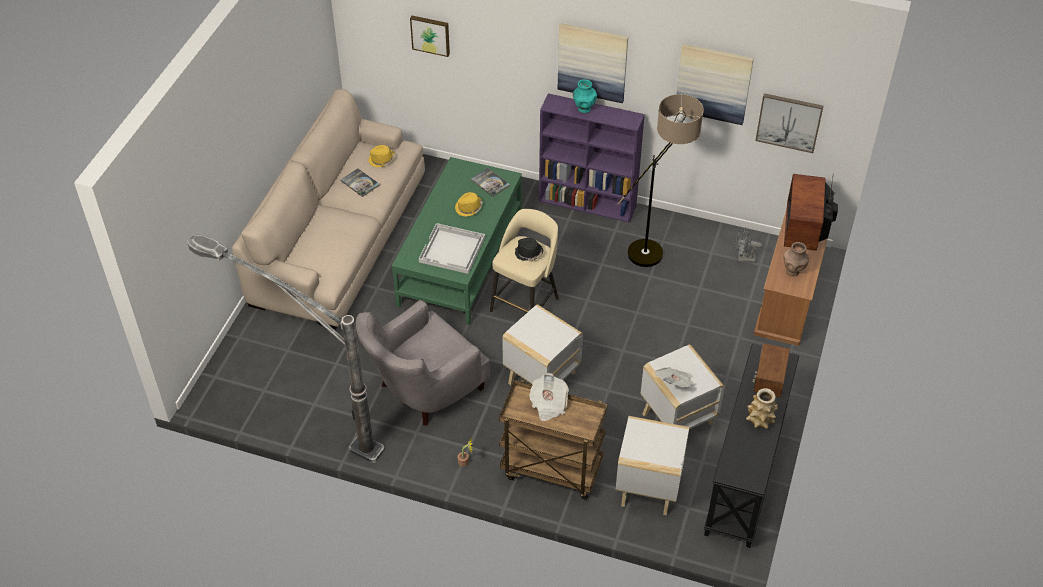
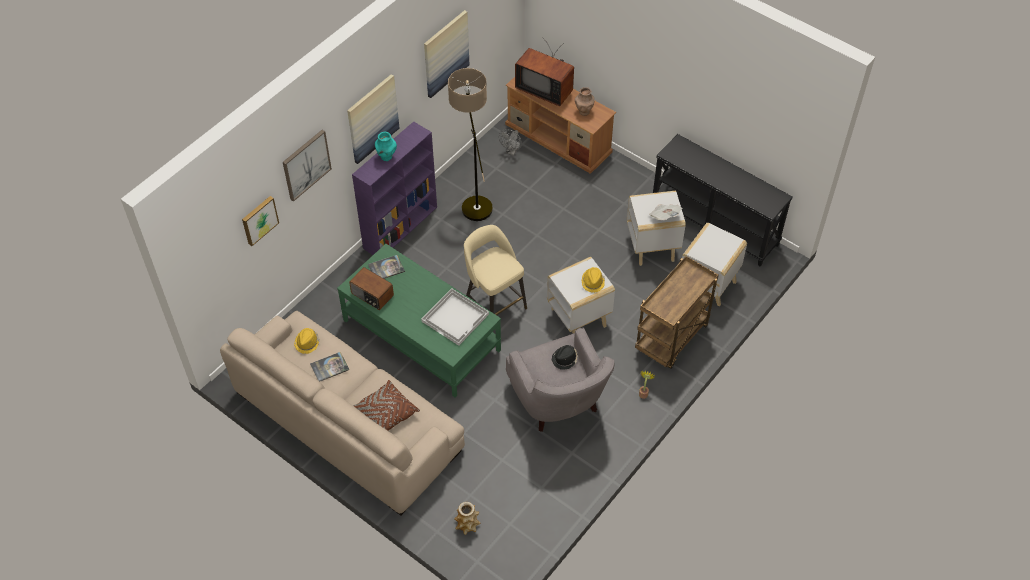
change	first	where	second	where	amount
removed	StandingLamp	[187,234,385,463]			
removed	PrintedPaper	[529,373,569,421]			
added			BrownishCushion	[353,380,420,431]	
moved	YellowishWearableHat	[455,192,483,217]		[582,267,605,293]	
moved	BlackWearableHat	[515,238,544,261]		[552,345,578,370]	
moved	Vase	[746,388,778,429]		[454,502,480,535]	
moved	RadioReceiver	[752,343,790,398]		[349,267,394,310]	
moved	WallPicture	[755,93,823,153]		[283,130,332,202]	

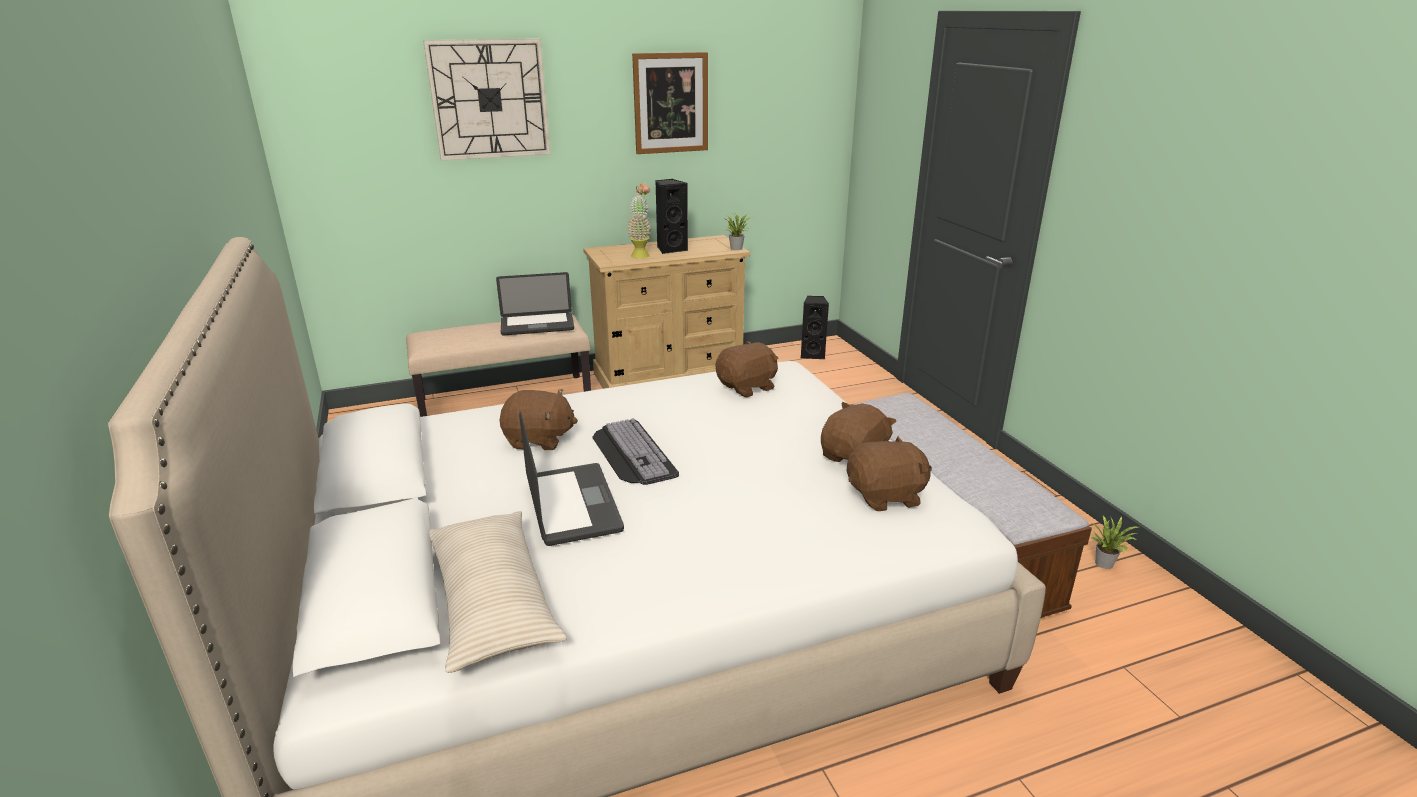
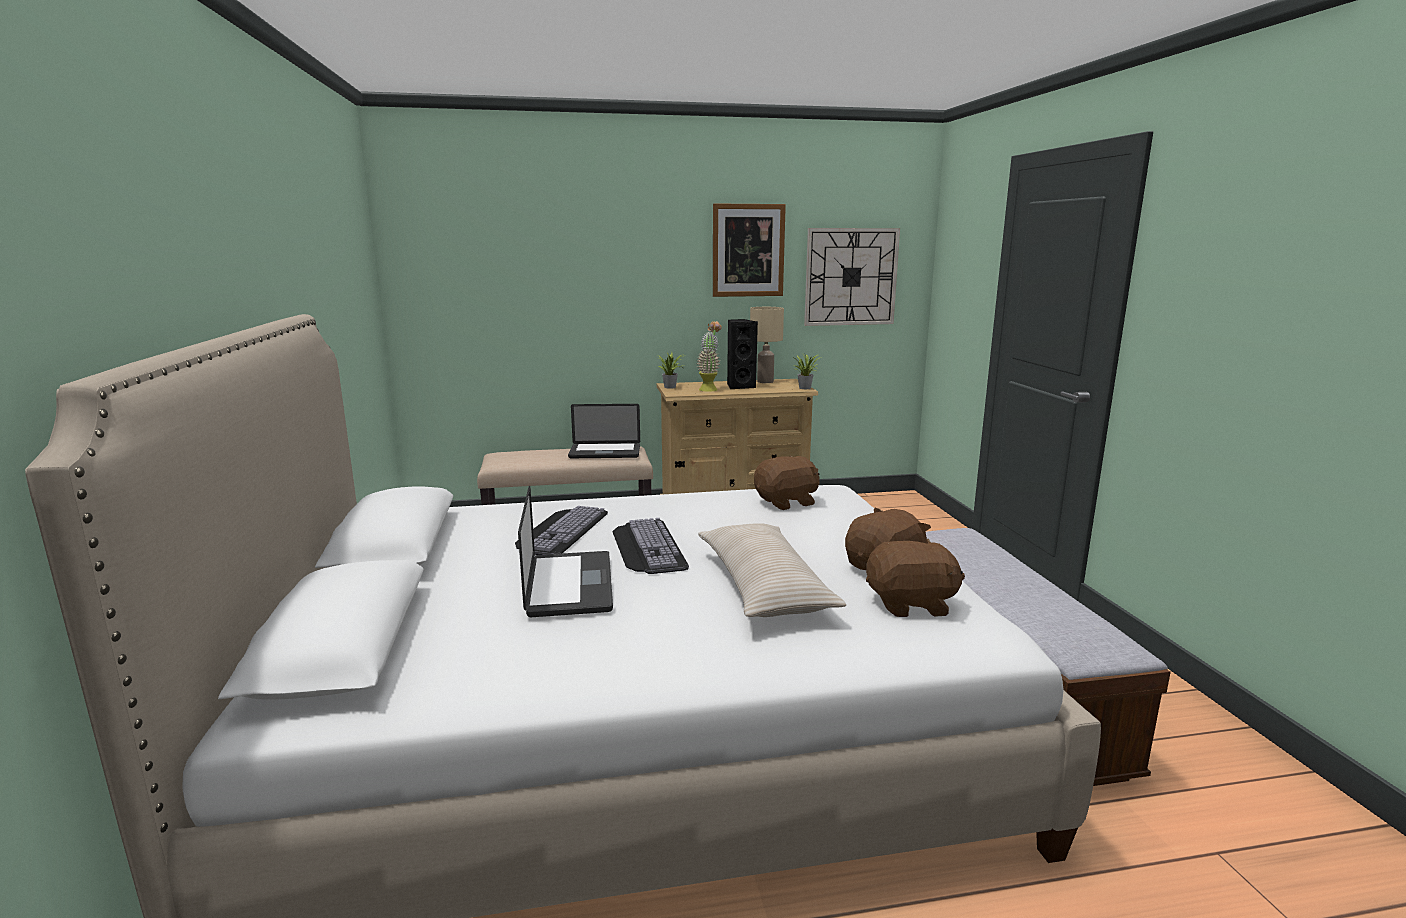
change	first	where	second	where	amount
removed	BlackAudioSpeaker	[801,296,829,360]			
added			BeigeColouredLampForATable	[750,307,784,383]	
moved	WallClock	[423,39,550,161]		[804,228,900,326]	
moved	BeigeColouredCushion	[429,511,567,673]		[698,523,846,617]	
moved	PlantInAPot	[1089,516,1138,569]		[658,352,684,389]	
replaced	BrownishCuddlyToy	[499,389,578,450]	ComputerKeyboard	[515,506,608,555]	

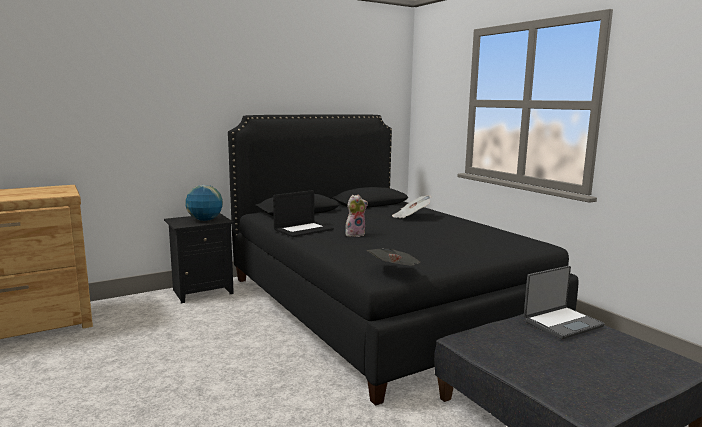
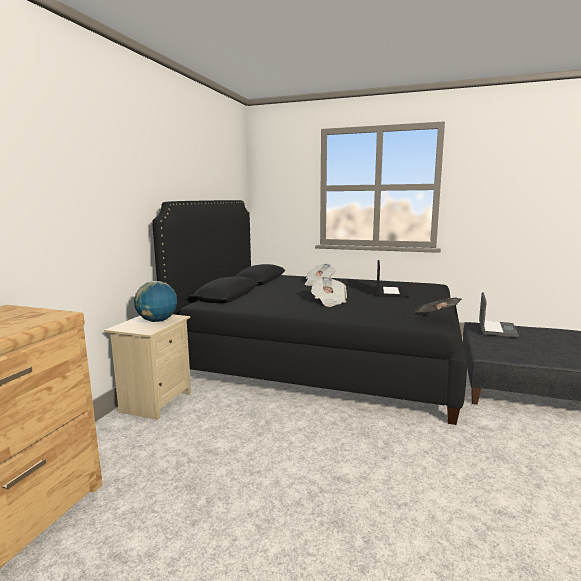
change	first	where	second	where	amount
moved	PortableComputer	[273,190,334,237]		[377,260,409,297]	
replaced	CuddlyToy	[345,195,368,237]	PrintedPaper	[311,277,347,307]	
recoloured	BlackNightstand	[164,213,234,303]	BeigeColouredNightstand	[104,314,191,421]	

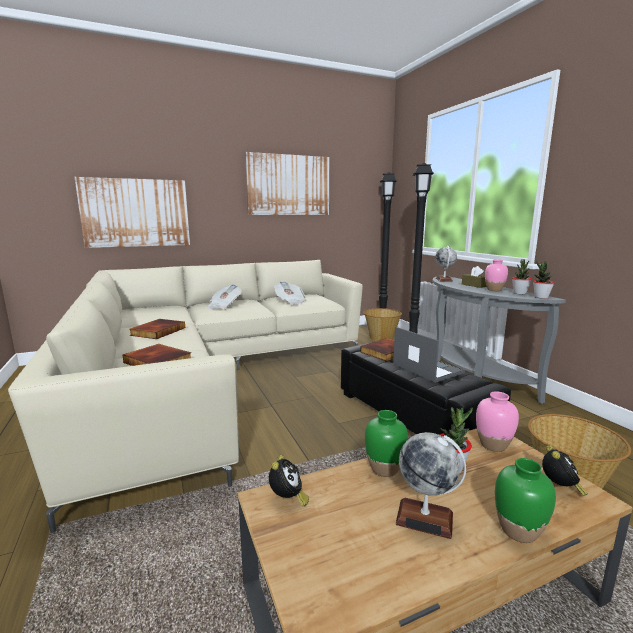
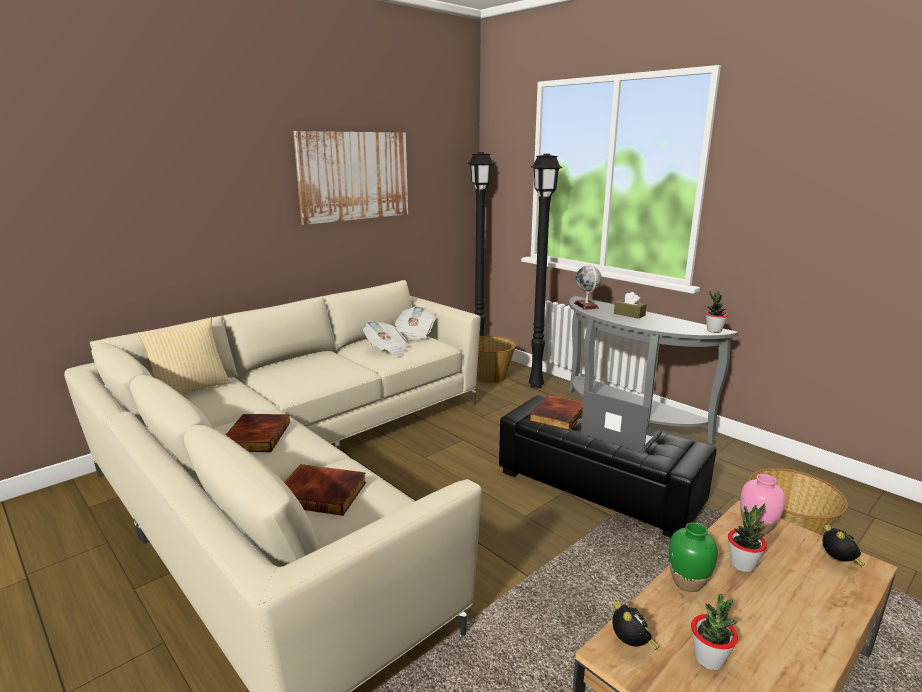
change	first	where	second	where	amount
removed	WallPicture	[75,177,190,248]			
removed	WorldGlobe	[395,432,466,539]			
removed	PinkishVase	[485,259,508,291]			
removed	GreenVase	[495,458,556,543]			
added			Cushion	[138,317,231,394]	
moved	PrintedPaper	[207,284,242,309]		[395,306,436,342]	
moved	PlantInAPot	[512,259,532,294]		[691,594,738,670]	

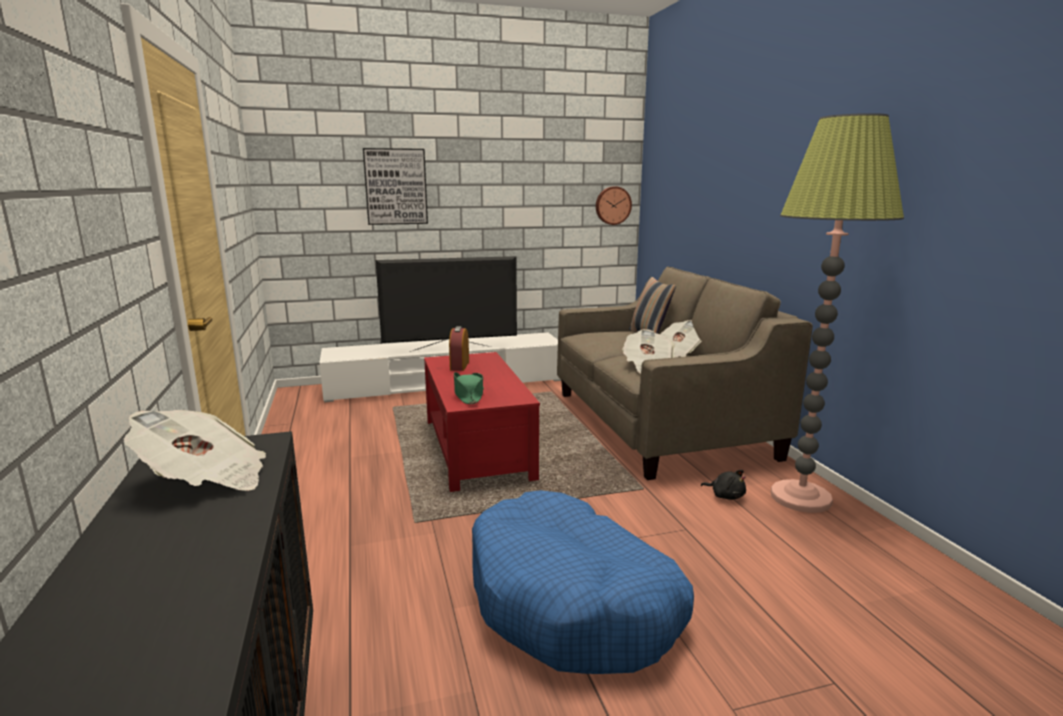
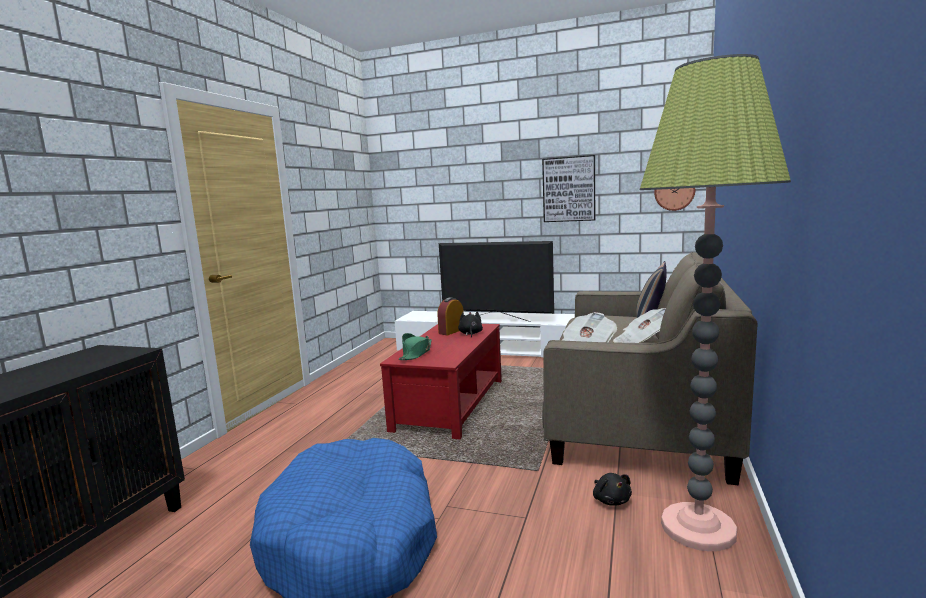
change	first	where	second	where	amount
removed	PrintedPaper	[124,410,266,491]			
added			BlackCuddlyToy	[458,312,483,337]	
moved	WallPicture	[363,148,428,225]		[542,155,595,222]	

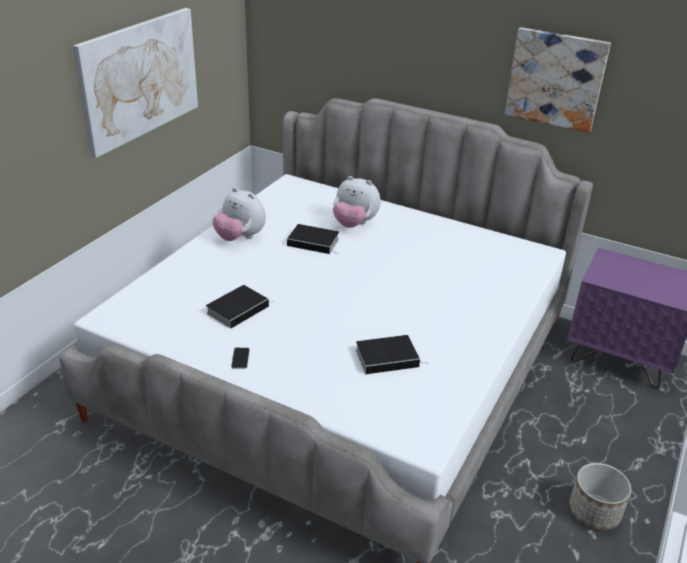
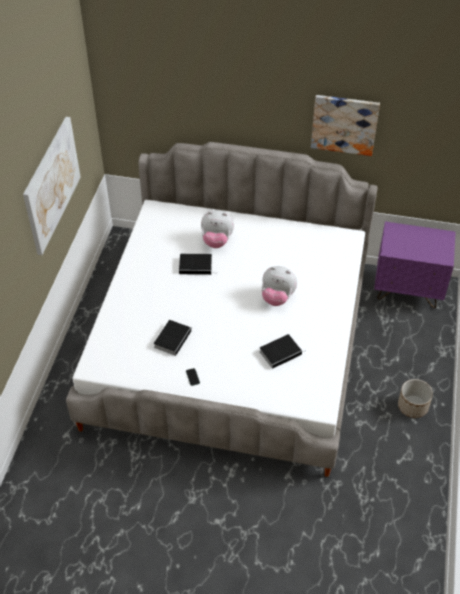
change	first	where	second	where	amount
moved	CuddlyToy	[213,188,266,241]		[262,266,297,306]	

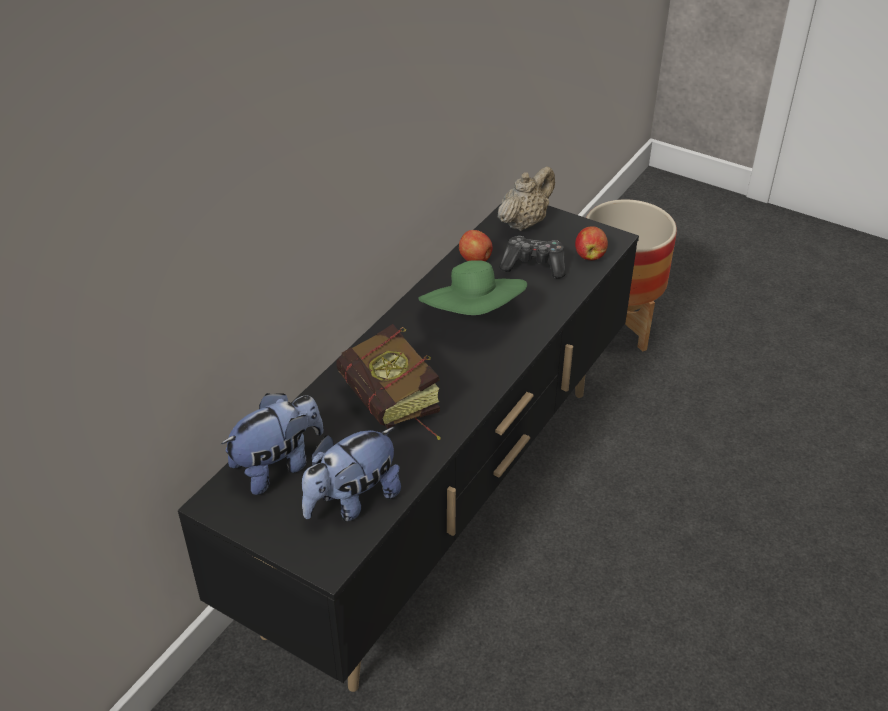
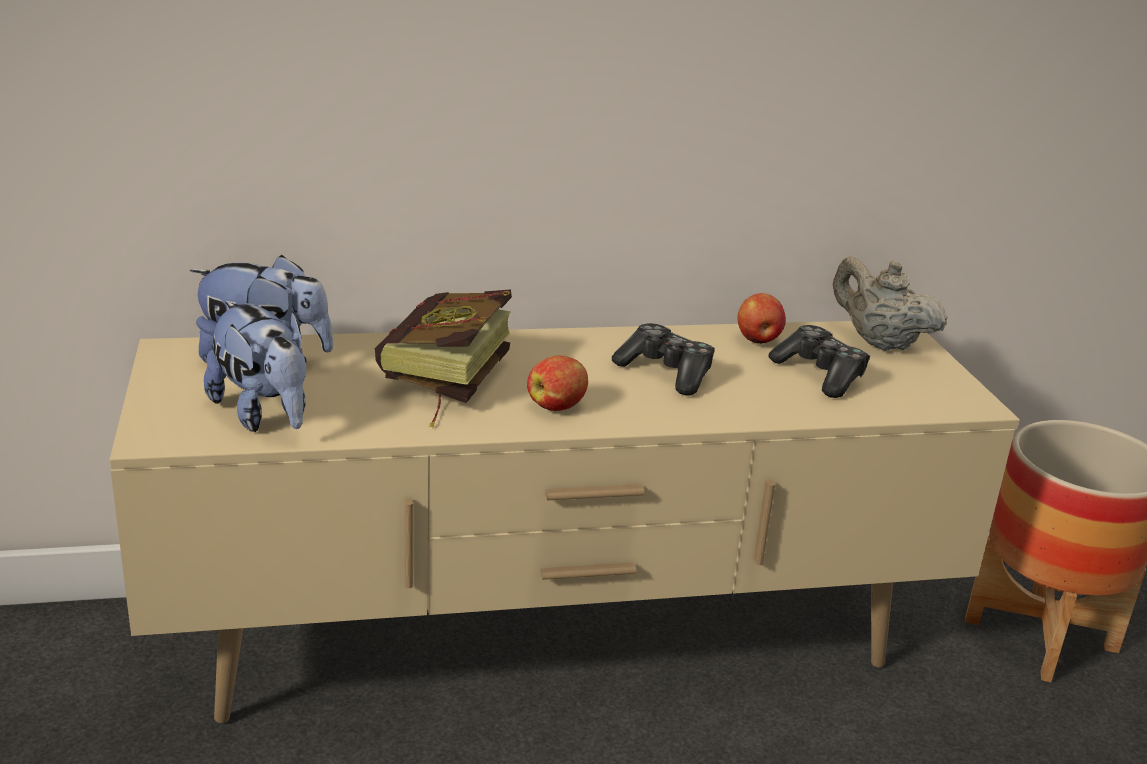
change	first	where	second	where	amount
moved	Apple	[575,226,608,261]		[527,356,588,411]	
replaced	GreenWearableHat	[419,260,527,315]	GameController	[612,323,715,395]	
recoloured	BlackTvStand	[178,203,639,692]	BeigeColouredTvStand	[110,321,1020,723]	
turned	CuddlyToy	[302,427,401,522]		[204,301,307,432]	135 degrees counterclockwise
turned	BeigeColouredTeapot	[498,166,555,231]		[833,257,948,351]	135 degrees counterclockwise

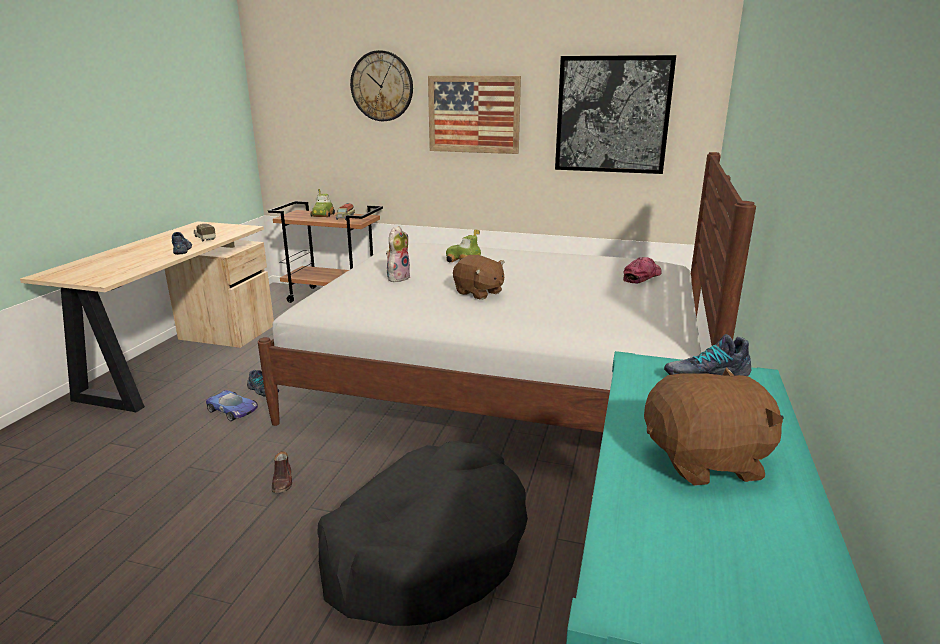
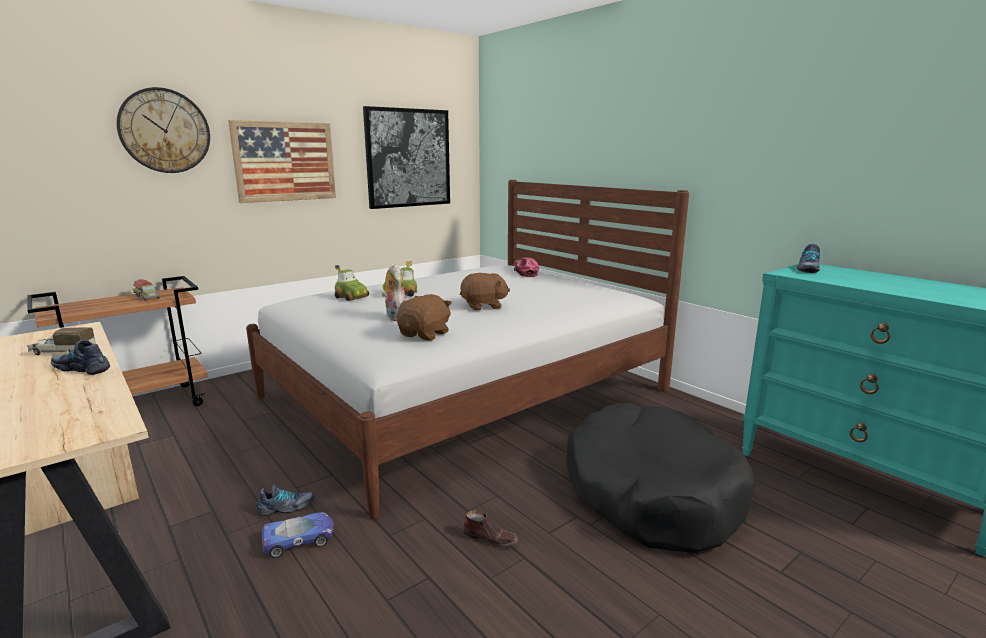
change	first	where	second	where	amount
moved	MiniatureCar	[310,189,335,217]		[335,265,369,301]	
moved	BrownishCuddlyToy	[644,367,784,486]		[396,294,452,341]	

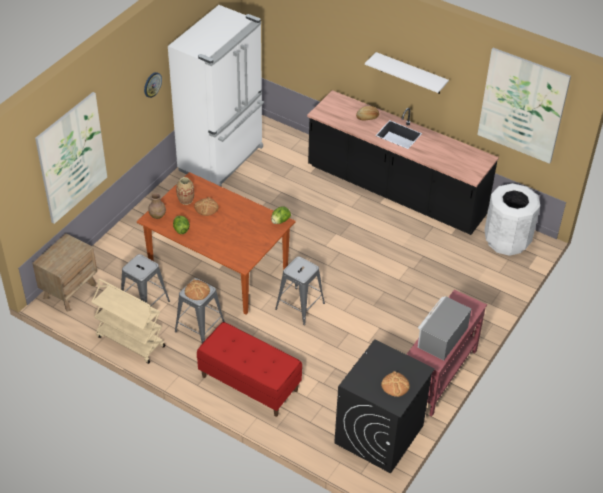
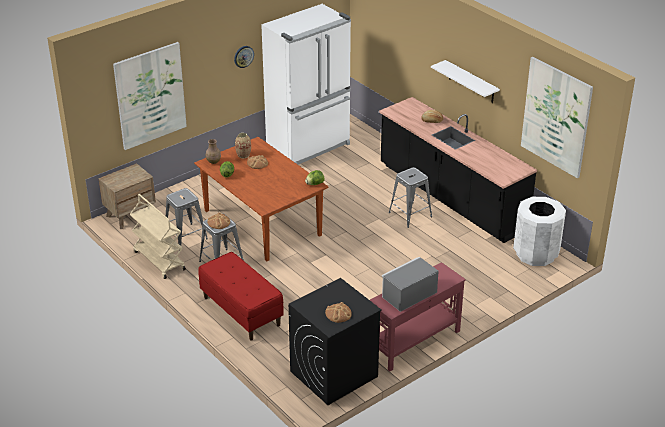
change	first	where	second	where	amount
moved	GraySittingStool	[275,257,325,325]		[389,167,432,228]	

